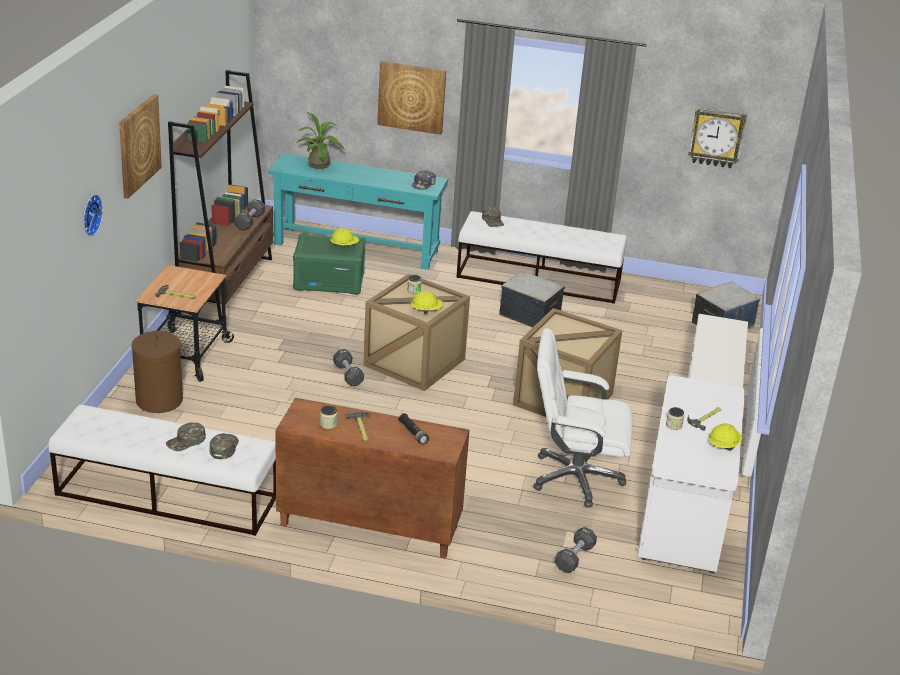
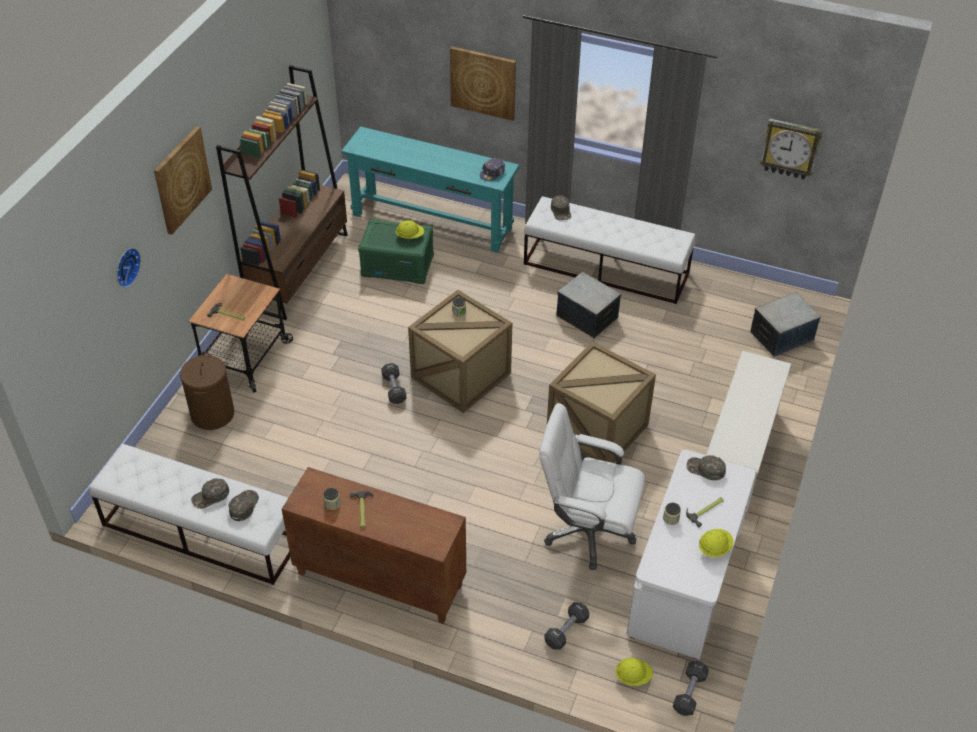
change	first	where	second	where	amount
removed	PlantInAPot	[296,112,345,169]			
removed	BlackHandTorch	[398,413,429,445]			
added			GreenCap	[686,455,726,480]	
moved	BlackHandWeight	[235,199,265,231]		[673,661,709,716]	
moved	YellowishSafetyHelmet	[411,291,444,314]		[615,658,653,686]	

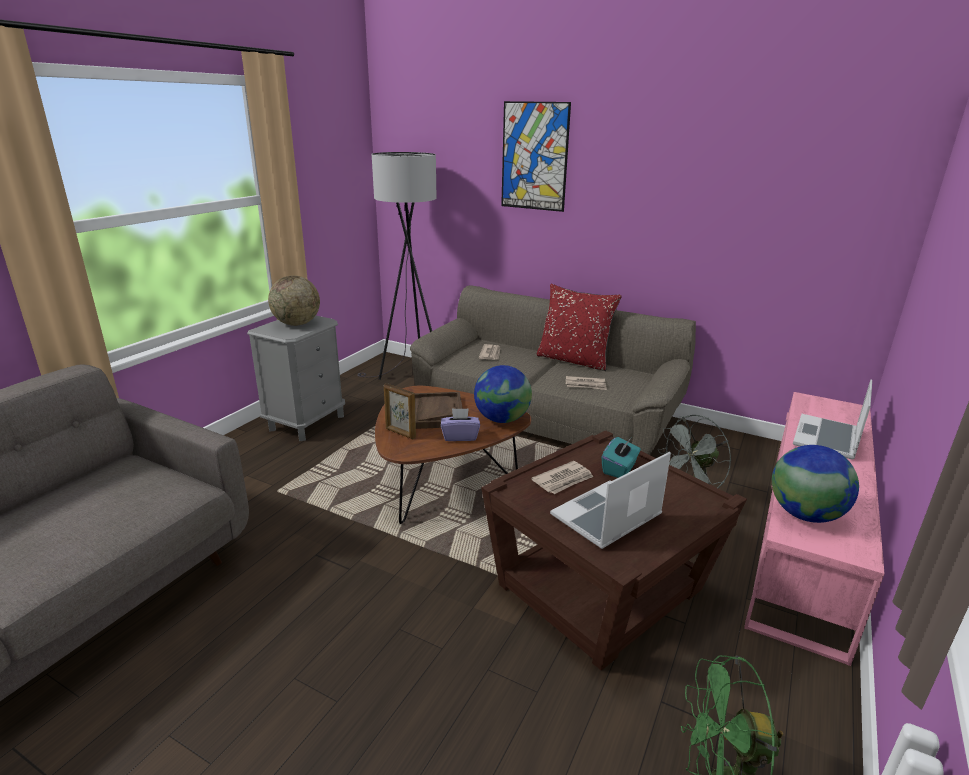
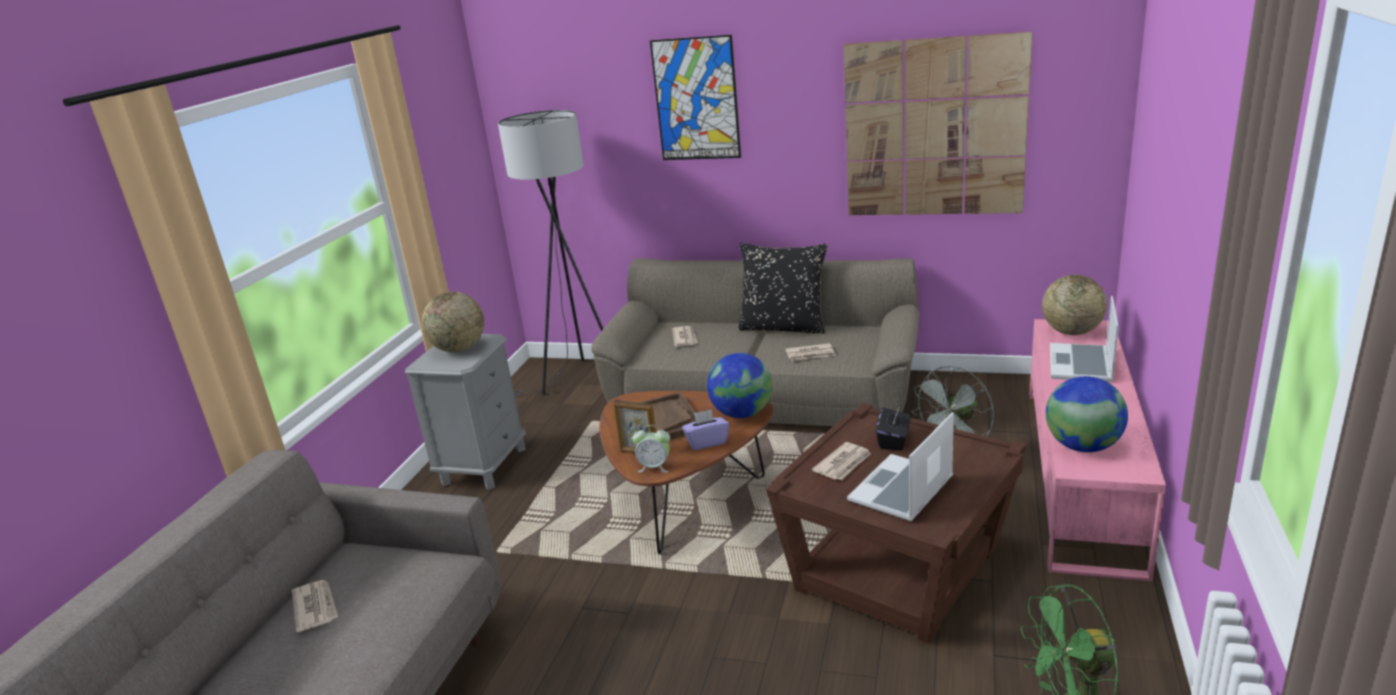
change	first	where	second	where	amount
added			PrintedPaper	[292,580,338,632]	
added			AlarmClock	[632,425,670,473]	
added			WallPicture	[844,32,1033,215]	
added			WorldGlobe	[1042,275,1107,335]	
recoloured	ReddishCushion	[537,284,622,371]	BlackCushion	[739,243,827,334]	
recoloured	TurquoiseColouredTissueBox	[602,437,641,478]	BlackTissueBox	[876,408,910,450]	

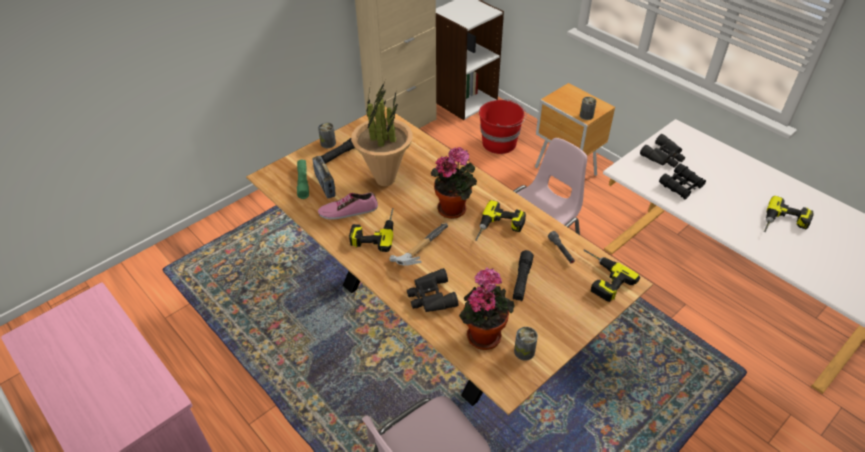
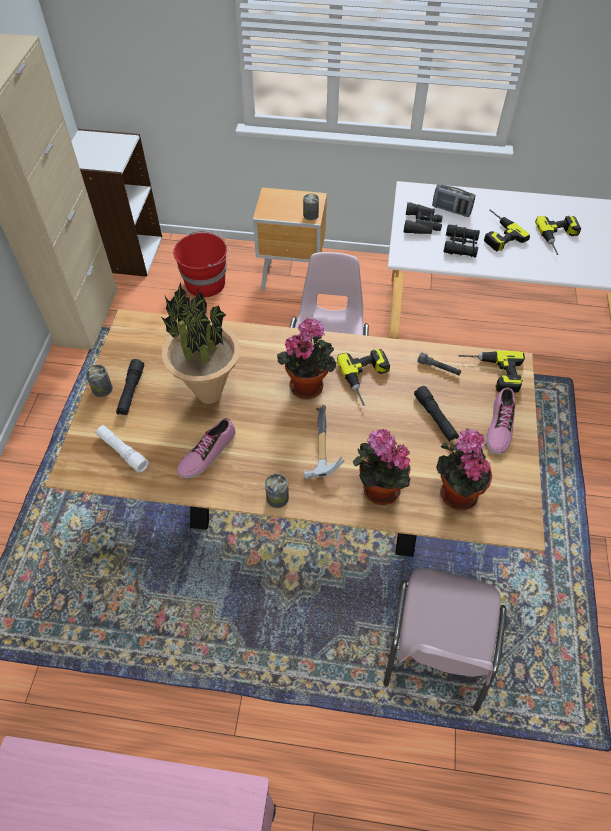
change	first	where	second	where	amount
added			LowShoe	[486,387,515,454]	
moved	RadioReceiver	[312,156,336,198]		[432,184,476,217]	
moved	PowerDrill	[349,208,393,252]		[484,210,530,251]	
moved	Can	[514,327,538,361]		[265,473,289,508]	
replaced	BlackFieldGlasses	[407,268,459,312]	PlantInAPot	[353,429,411,505]	
recoloured	GreenHandTorch	[297,159,309,199]	WhiteHandTorch	[95,425,149,473]	

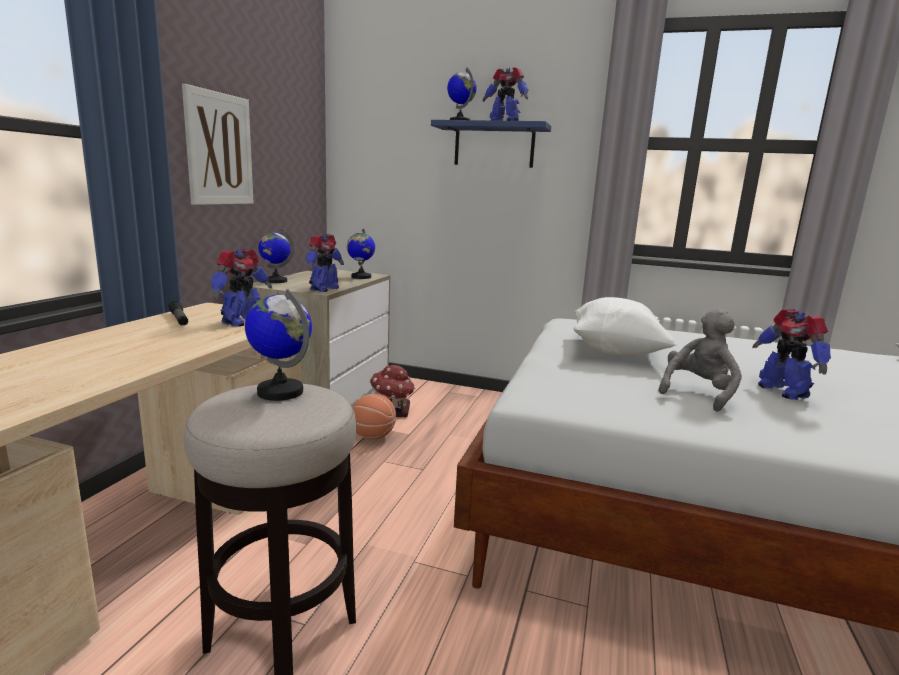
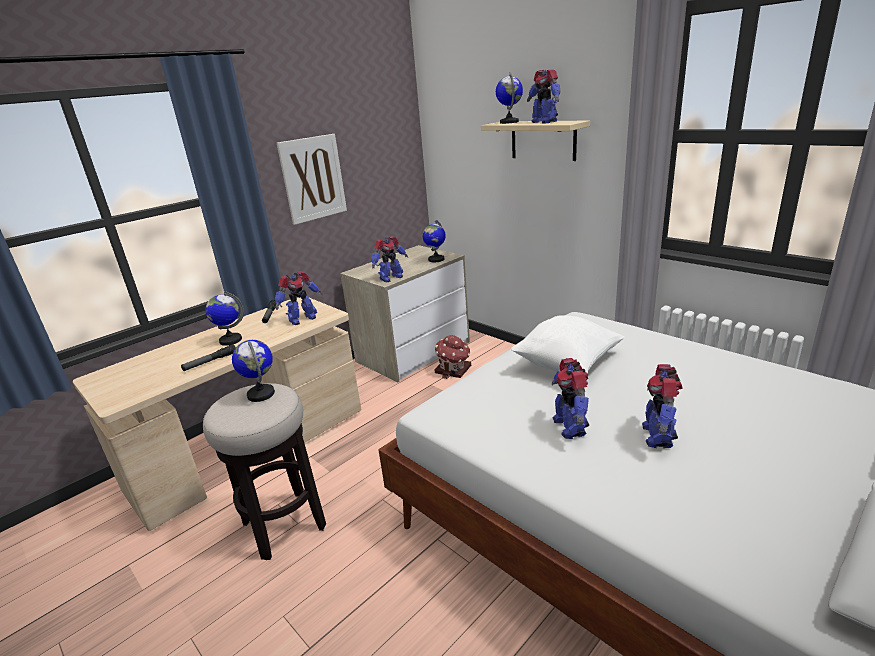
change	first	where	second	where	amount
removed	BasketballBall	[353,394,396,439]			
added			HandTorch	[181,344,236,371]	
moved	WorldGlobe	[258,229,294,283]		[205,291,244,346]	
replaced	GrayCuddlyToy	[658,309,742,412]	ToyRobot	[552,358,589,439]	
recoloured	BlueColouredShelf	[431,120,551,168]	BeigeColouredShelf	[481,120,590,161]	

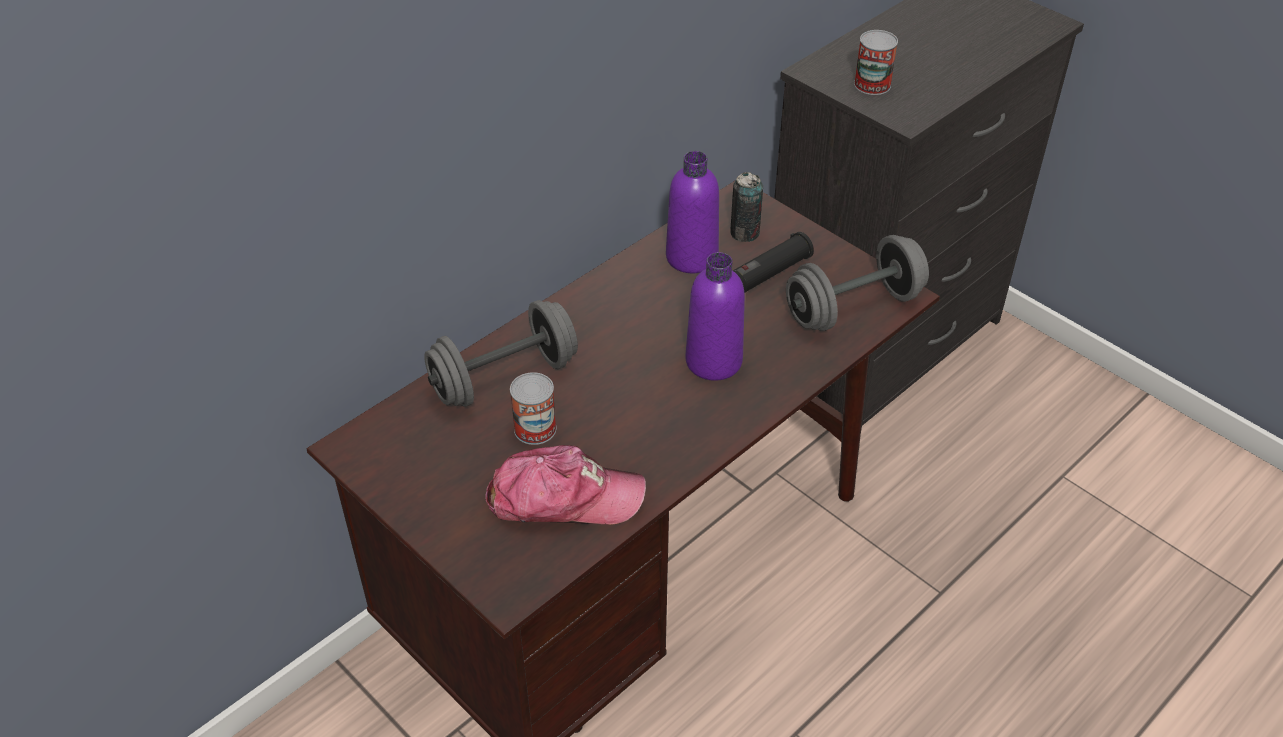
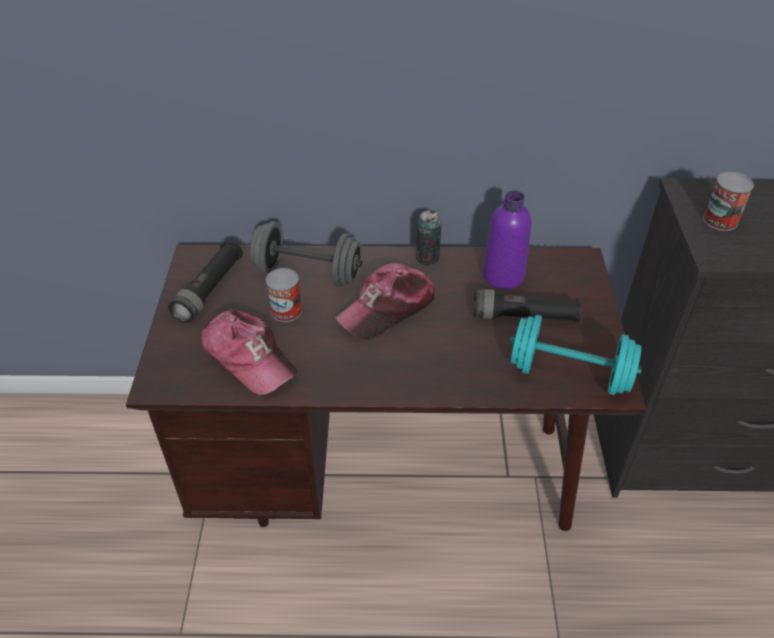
change	first	where	second	where	amount
removed	PurpleBottle	[685,252,745,381]			
added			BlackHandTorch	[168,241,243,323]	
added			Cap	[335,263,436,340]	
moved	Can	[730,172,763,242]		[416,210,442,266]	
recoloured	GrayHandWeight	[786,235,929,331]	TurquoiseColouredHandWeight	[510,314,642,395]	

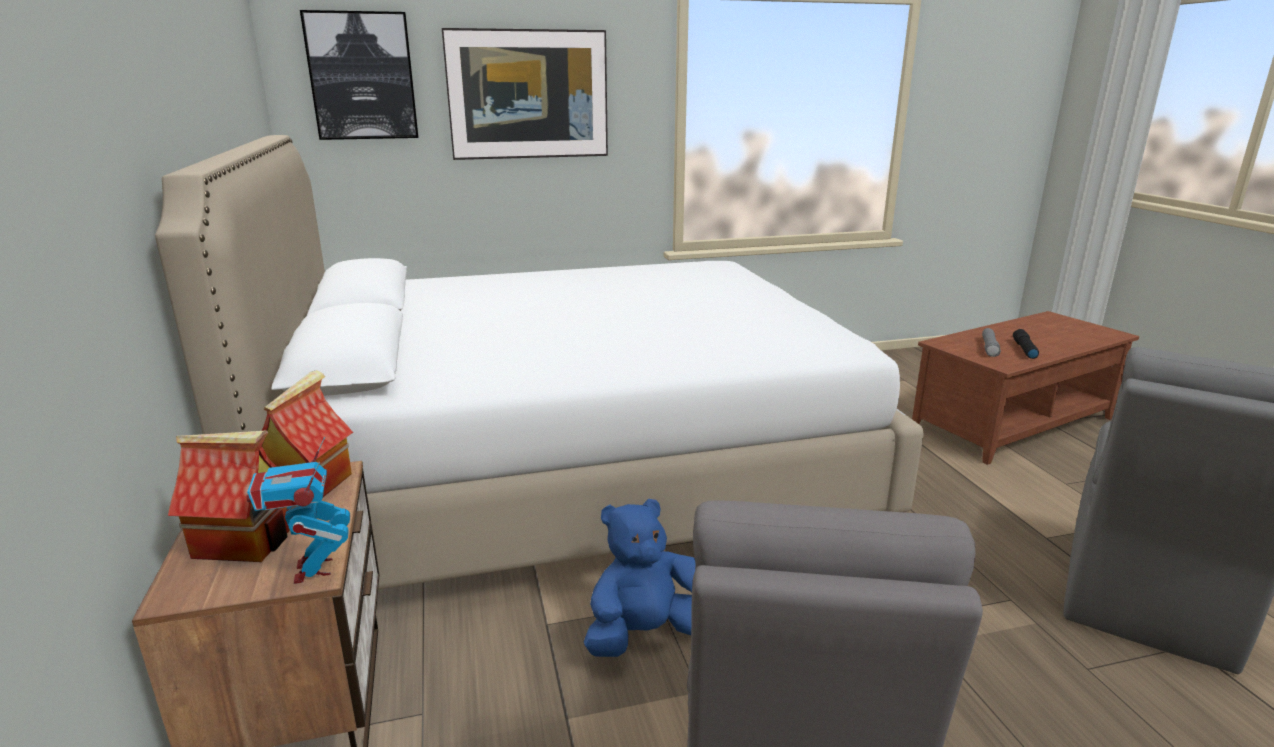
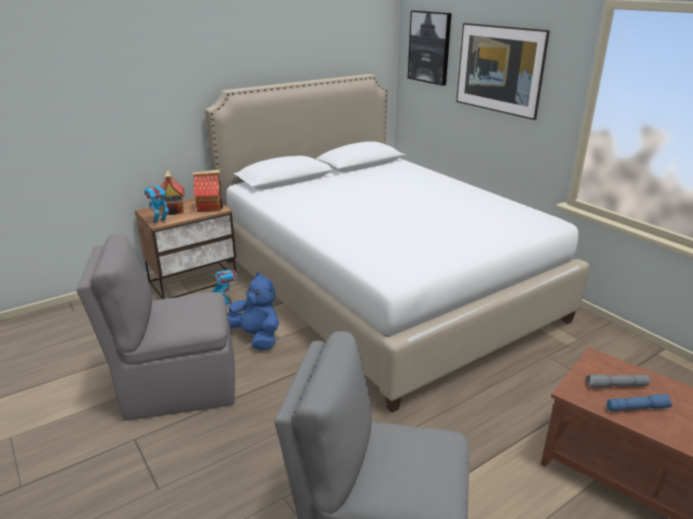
change	first	where	second	where	amount
added			ToyRobot	[212,269,237,304]	
recoloured	BlackHandTorch	[1013,329,1039,359]	BlueColouredHandTorch	[606,394,672,411]	

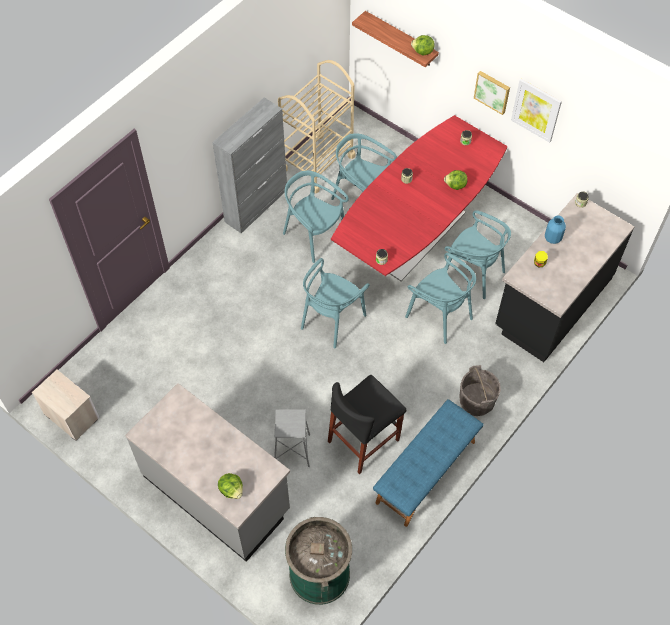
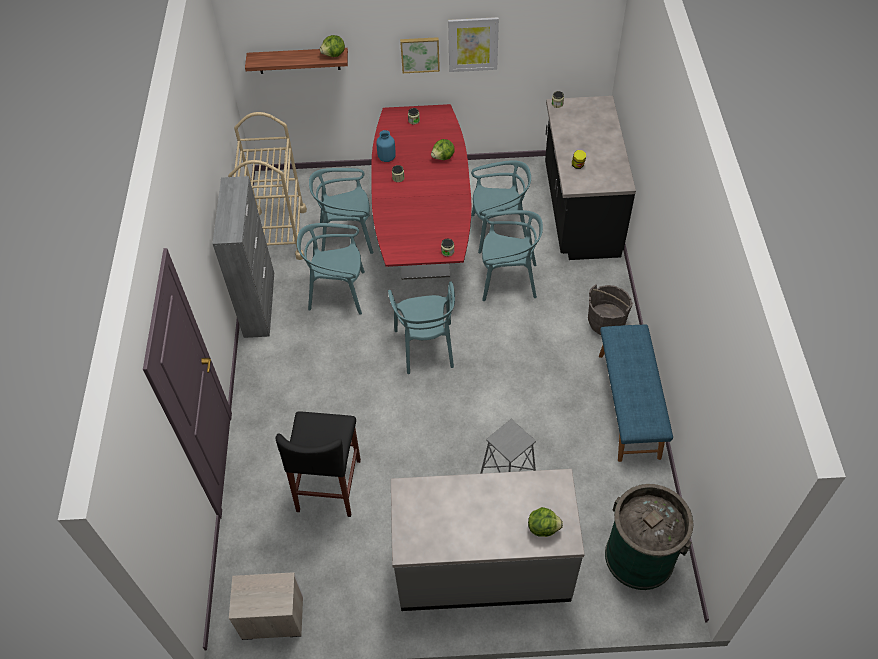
change	first	where	second	where	amount
moved	BlackSittingStool	[328,375,406,474]		[276,411,361,517]	
moved	BlueColouredVase	[545,215,566,244]		[376,130,396,162]	

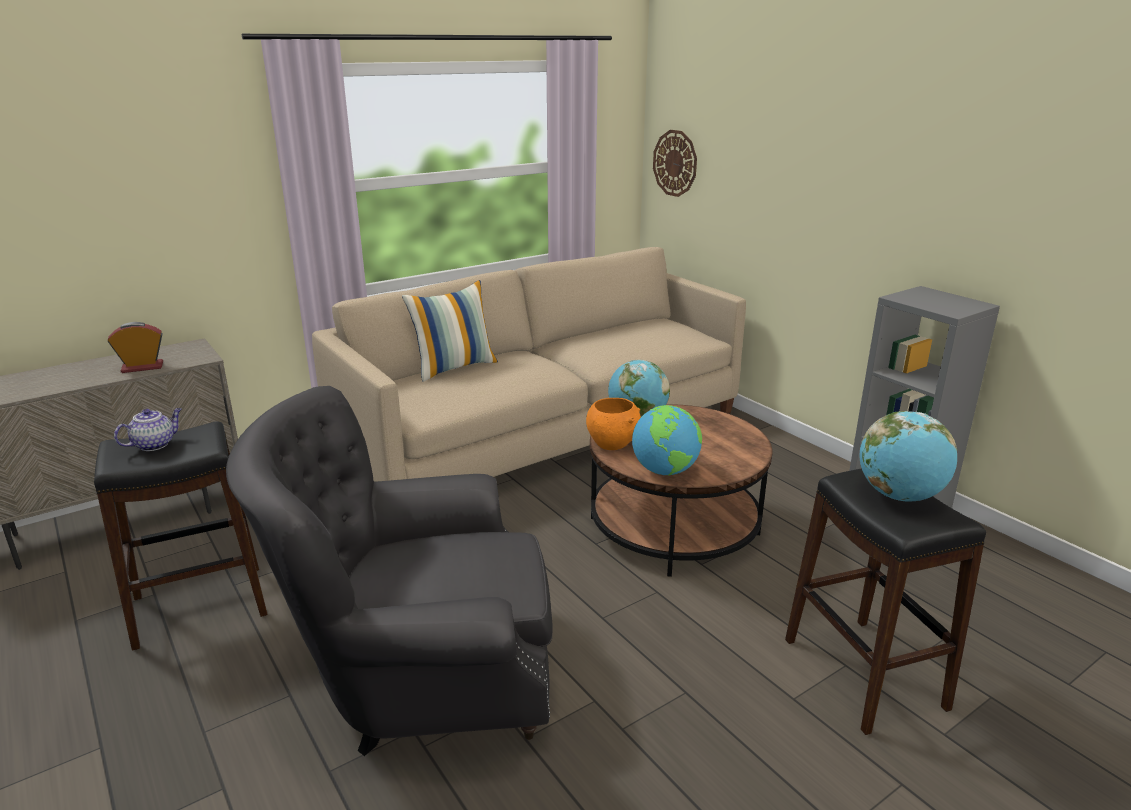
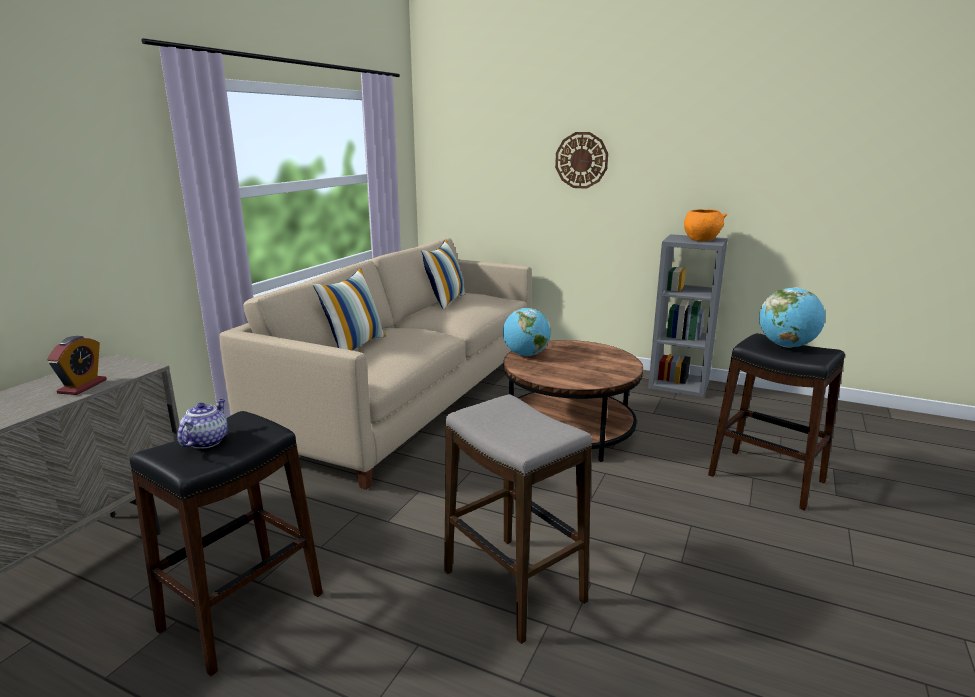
change	first	where	second	where	amount
removed	WorldGlobe	[632,405,702,475]			
added			Cushion	[421,240,465,309]	
moved	OrangeyServingBowl	[586,398,641,450]		[684,209,727,241]	
moved	WallClock	[653,130,697,197]		[555,132,608,189]	
replaced	GrayArmchair	[226,386,553,756]	SittingStool	[444,394,592,644]	
turned	AlarmClock	[108,322,163,373]		[47,336,107,395]	150 degrees clockwise

